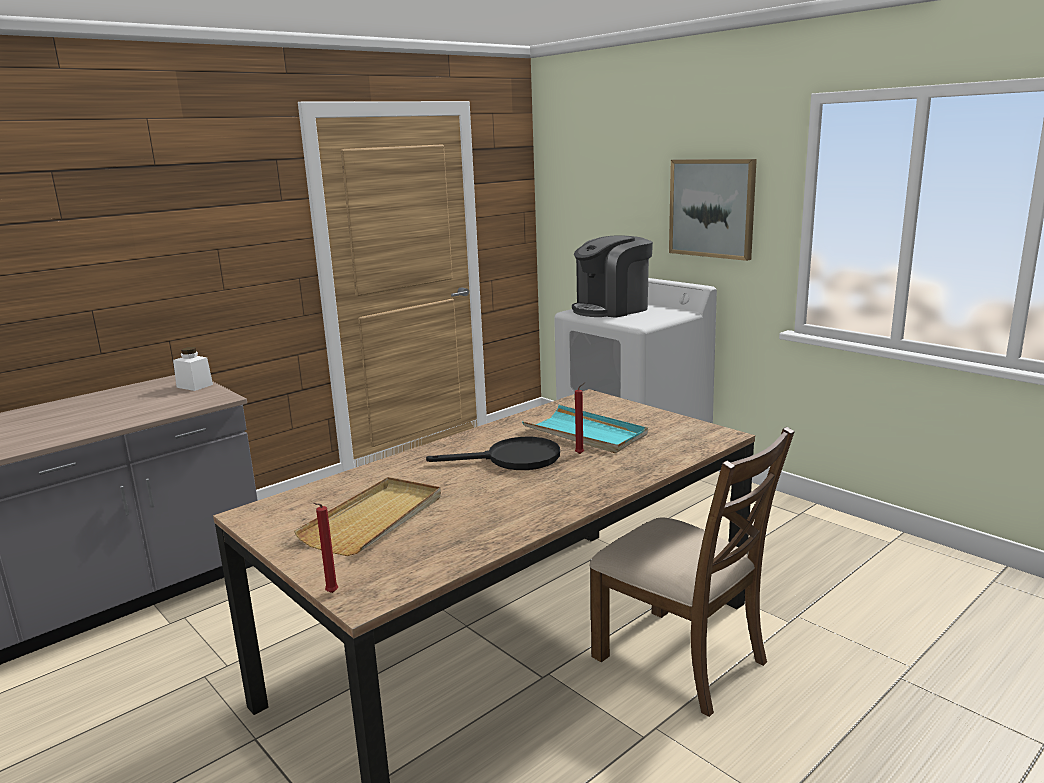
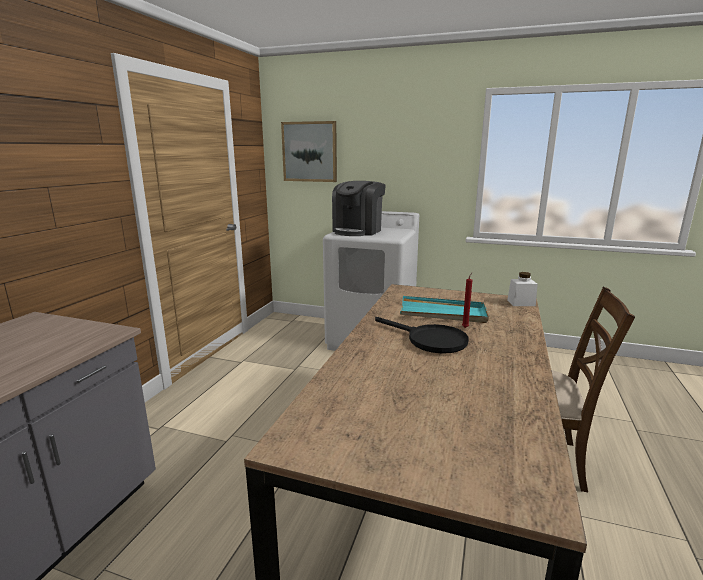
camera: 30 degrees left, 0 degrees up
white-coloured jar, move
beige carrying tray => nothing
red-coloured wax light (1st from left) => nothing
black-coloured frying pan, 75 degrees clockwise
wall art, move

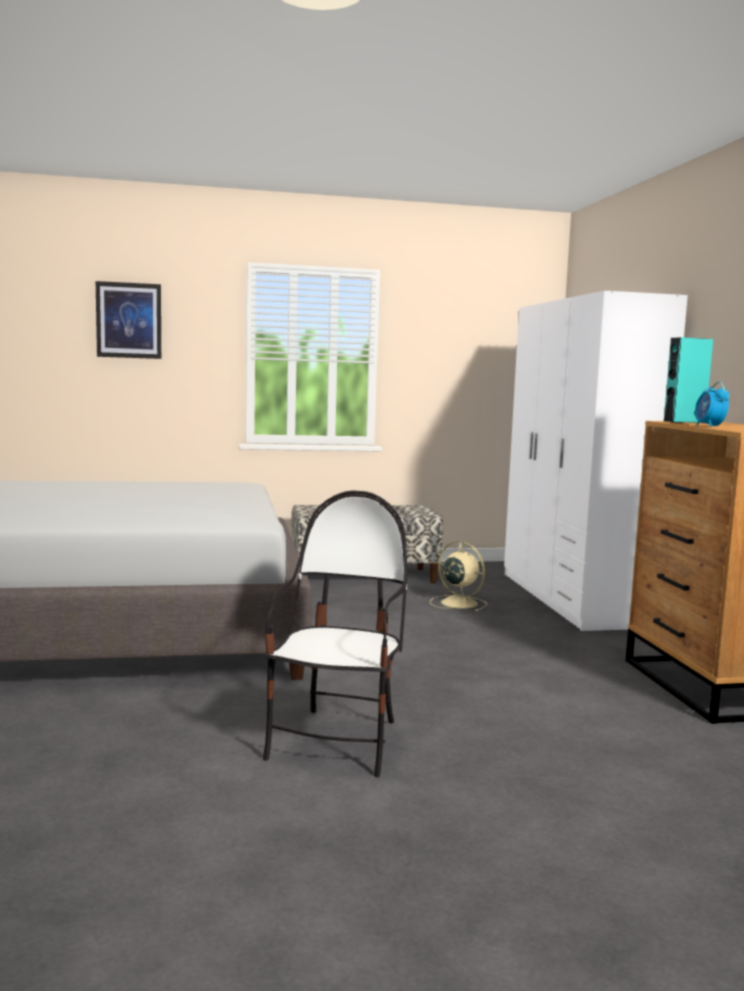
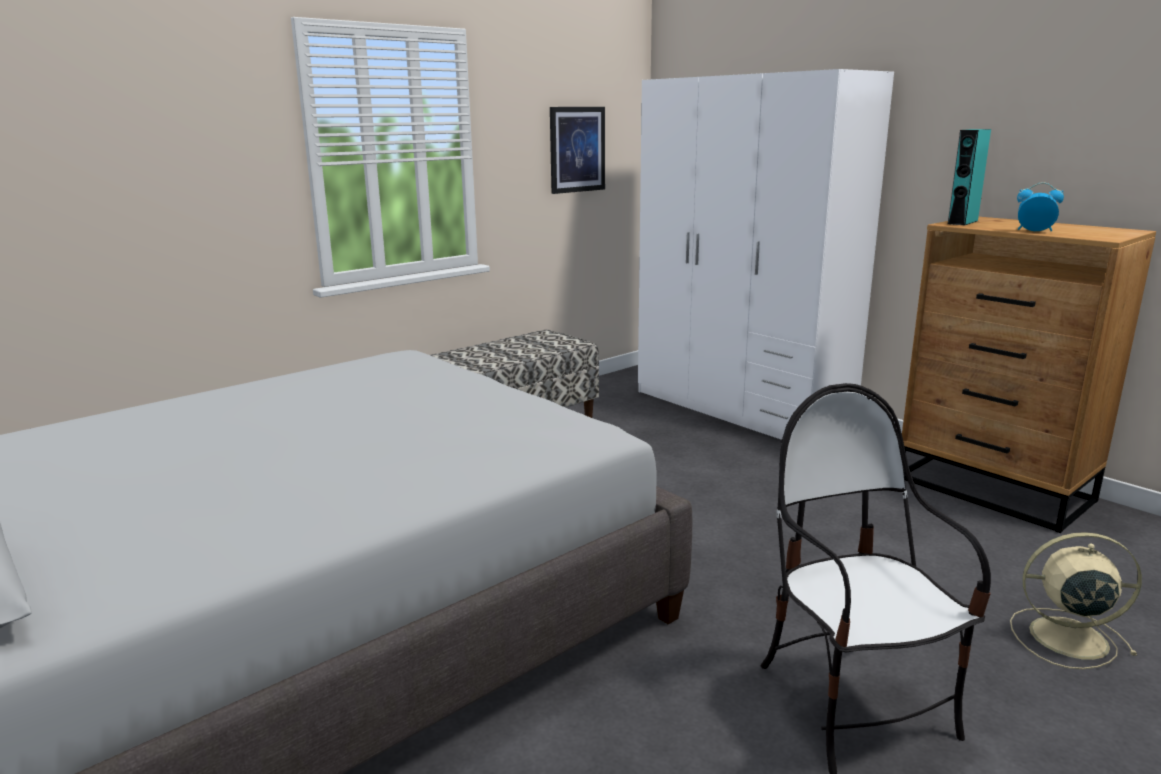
camera: 30 degrees left, 10 degrees up
wall art, move
beige fan, move
table clock, 150 degrees clockwise

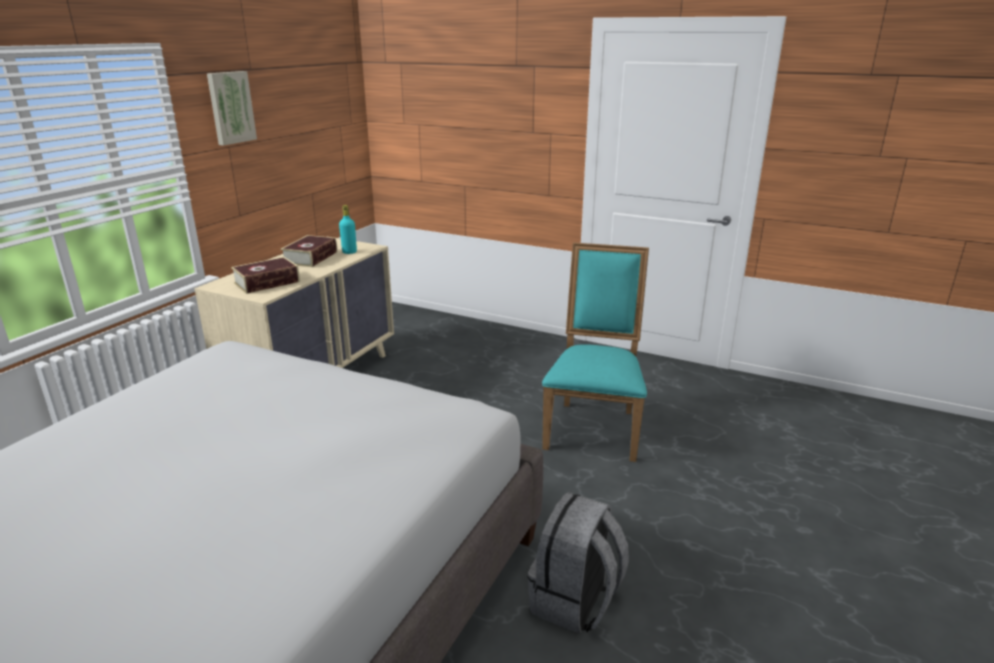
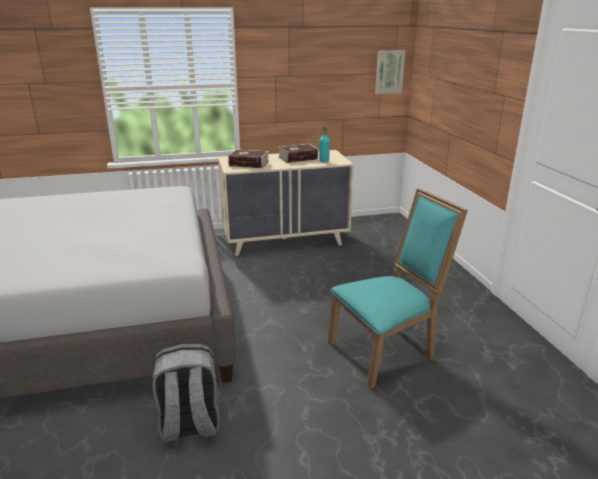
camera: 50 degrees right, 0 degrees up
wall art, move

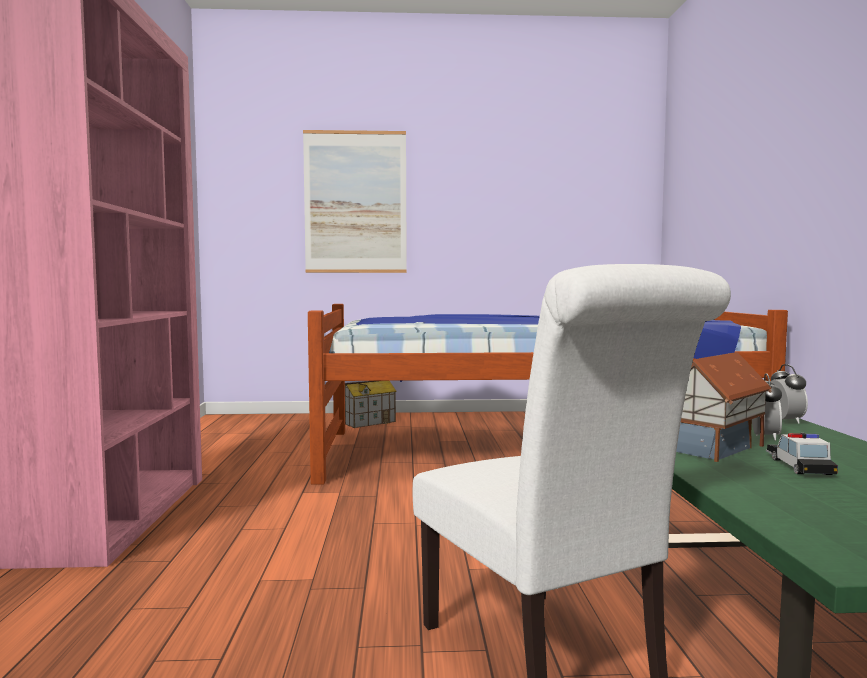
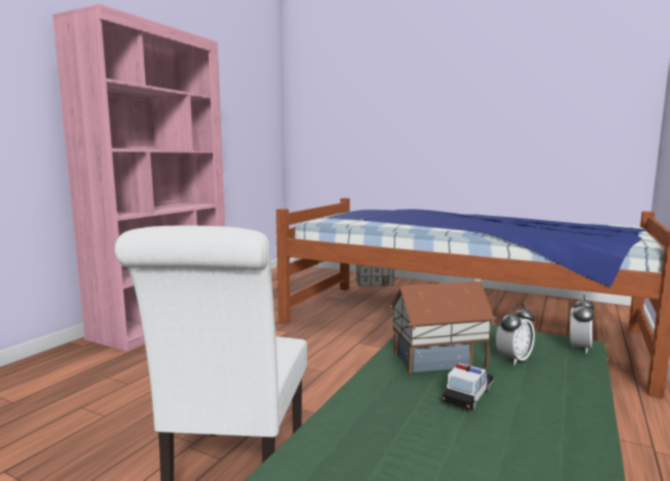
camera: 30 degrees right, 5 degrees up
wall art => nothing

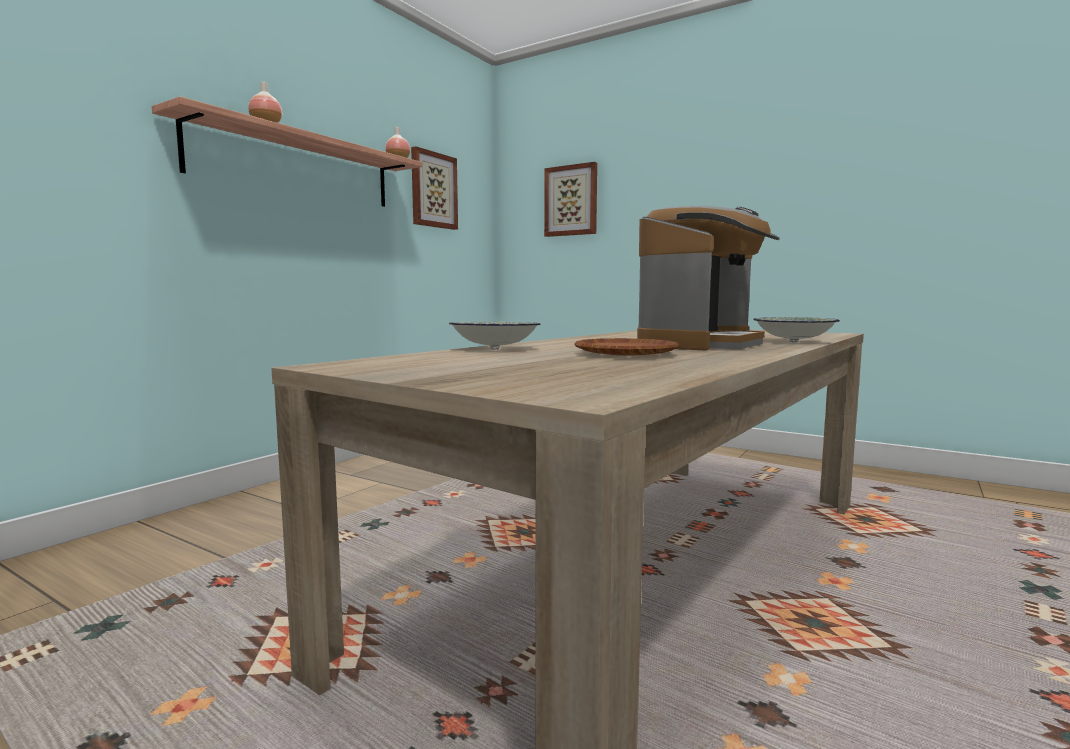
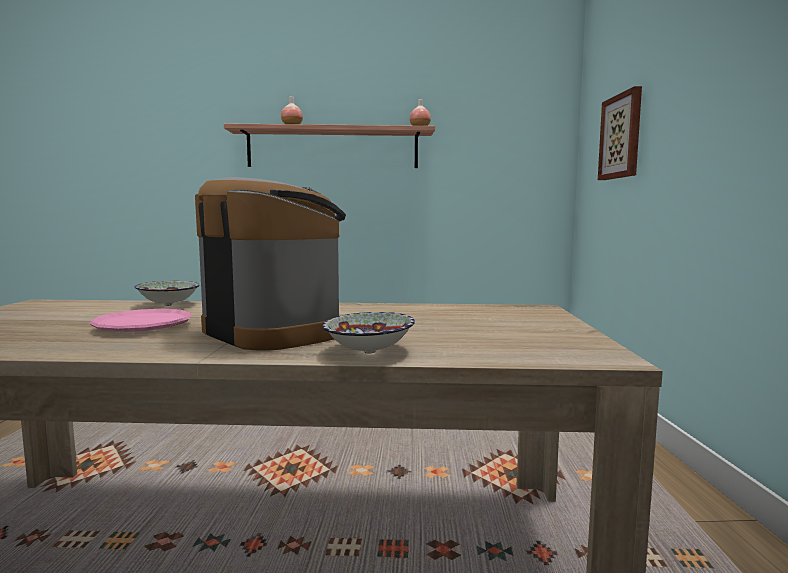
camera: 55 degrees right, 0 degrees up
wall art (1st from left) => nothing
brownish dinner plate => pinkish dinner plate
coffee maker, 135 degrees counterclockwise

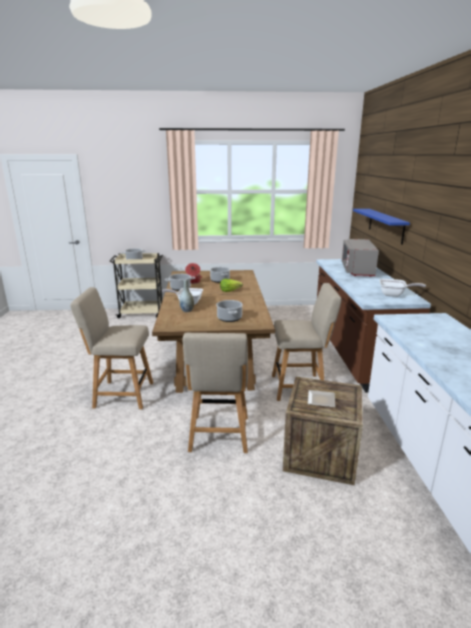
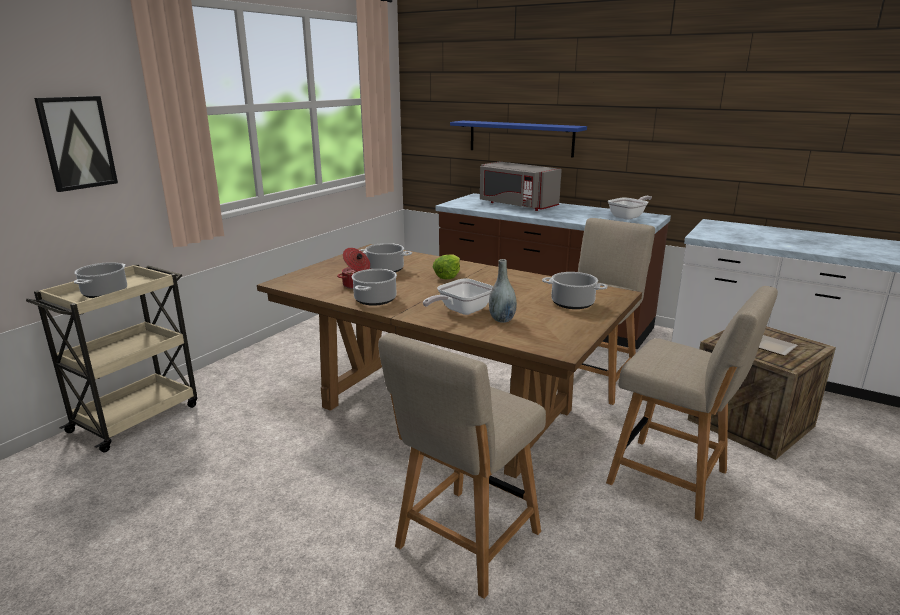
camera: 55 degrees left, 0 degrees up
nothing => wall art

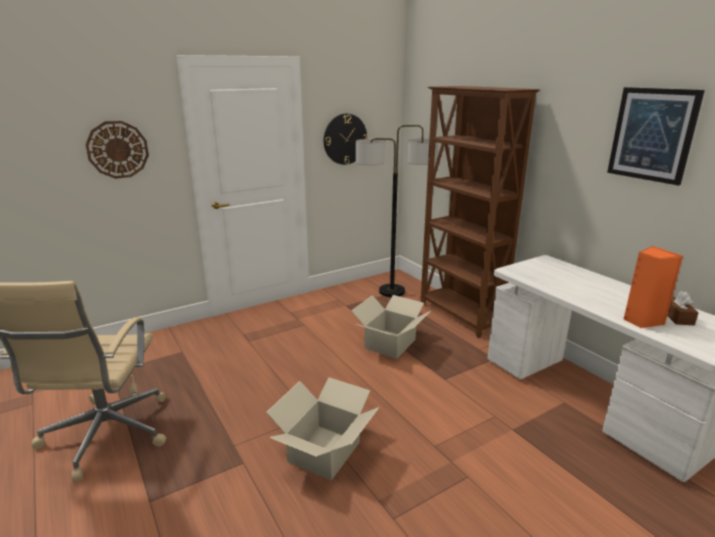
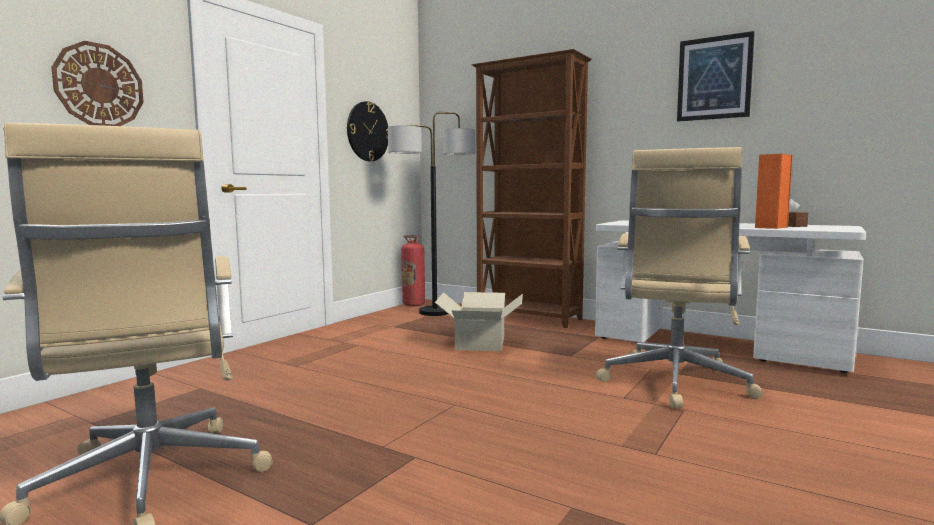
camera: 25 degrees left, 15 degrees down
packing box (1st from left) => nothing
nothing => fire-fighting cylinder
nothing => beige computer chair (2nd from left)

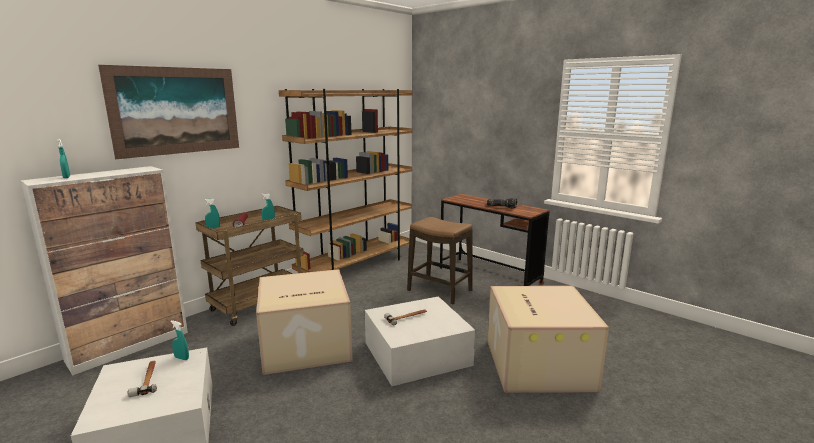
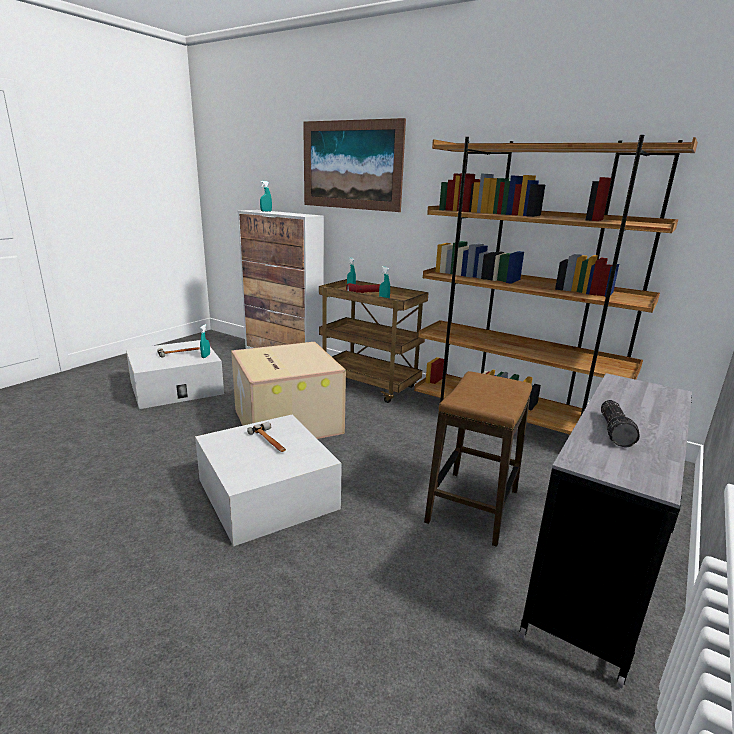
camera: 80 degrees right, 5 degrees up
brownish desk => greyish desk
packing box (2nd from left) => nothing

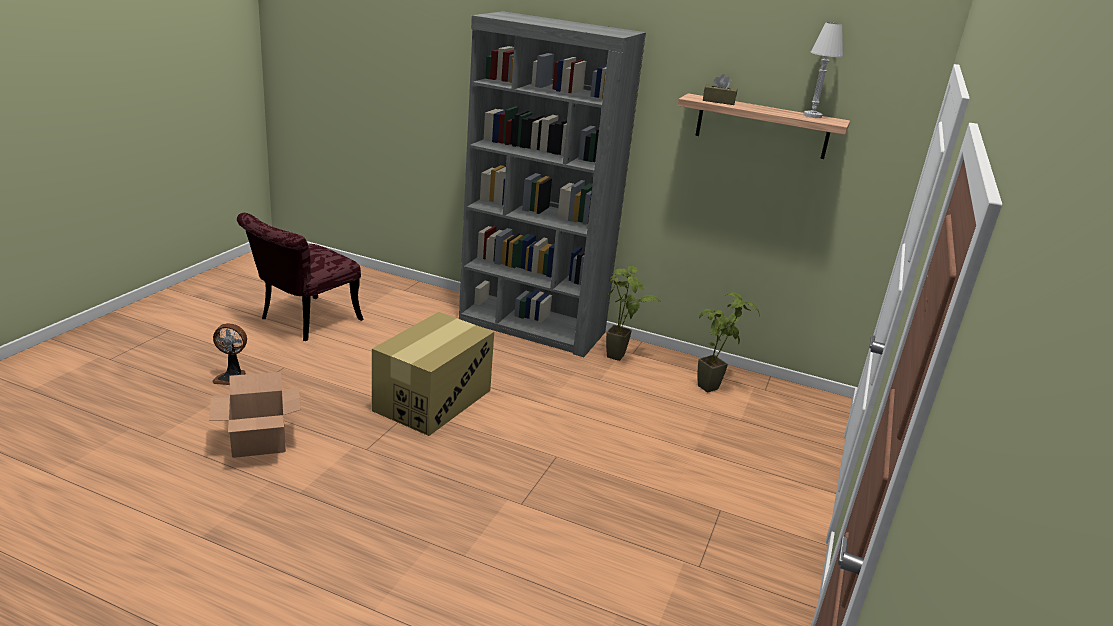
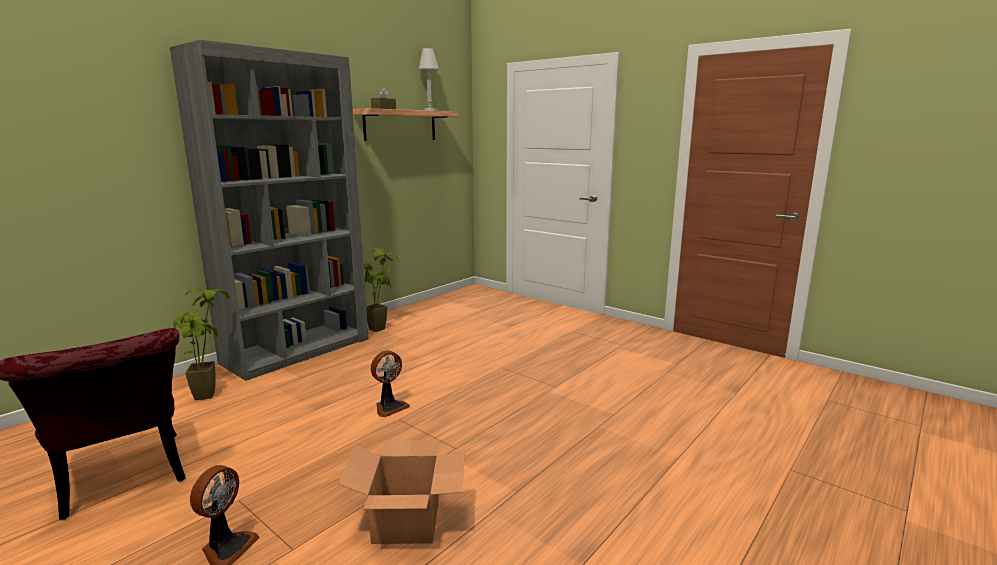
camera: 70 degrees left, 10 degrees down
packing box (2nd from left) => fan (2nd from left)
houseplant (2nd from left in the first image) => houseplant (1st from left), move

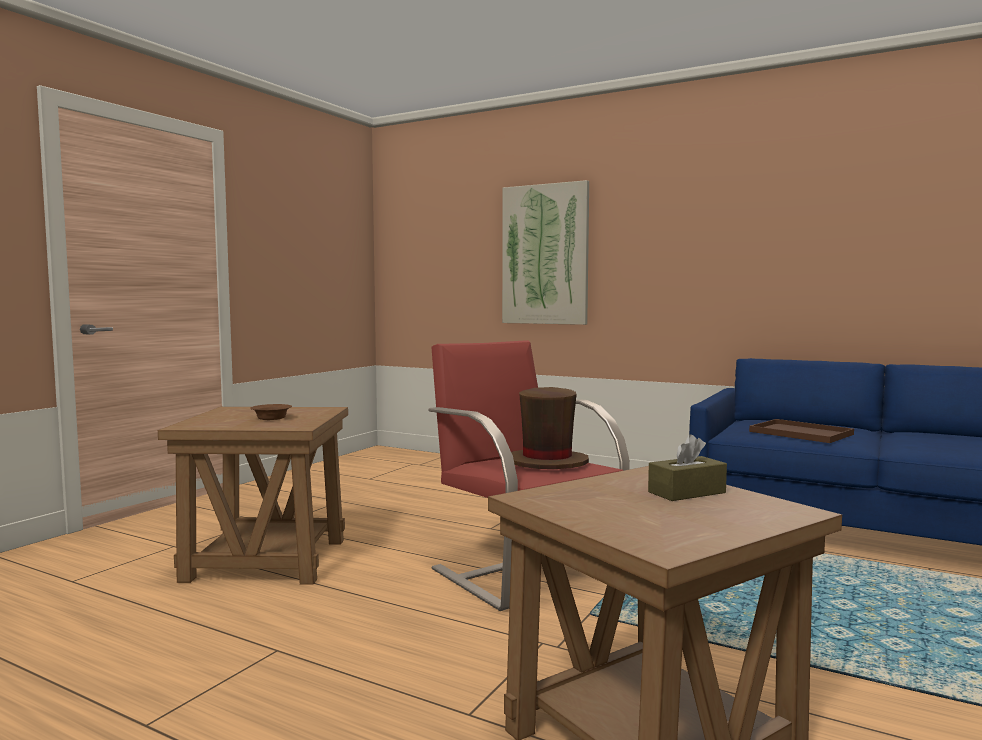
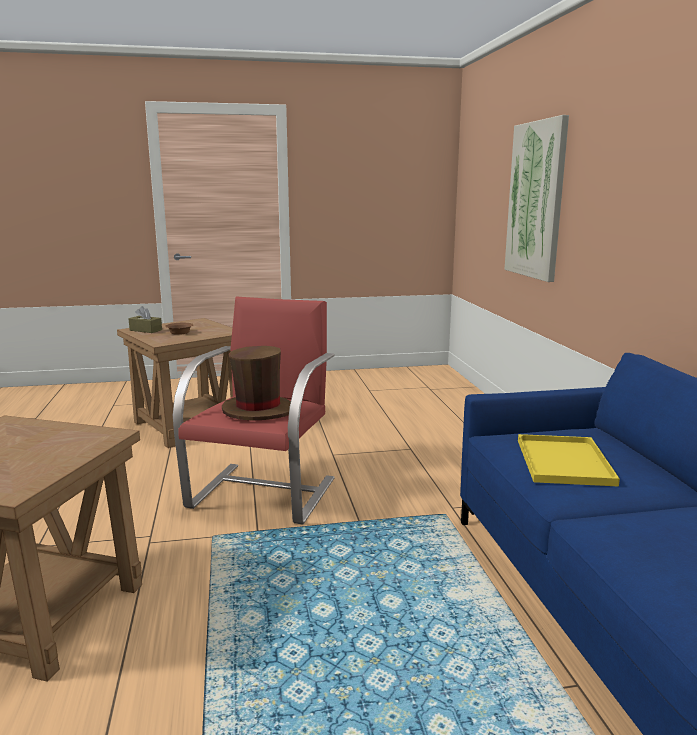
camera: 50 degrees right, 10 degrees up
brownish tissue box, move
brownish carrying tray => yellowish carrying tray

